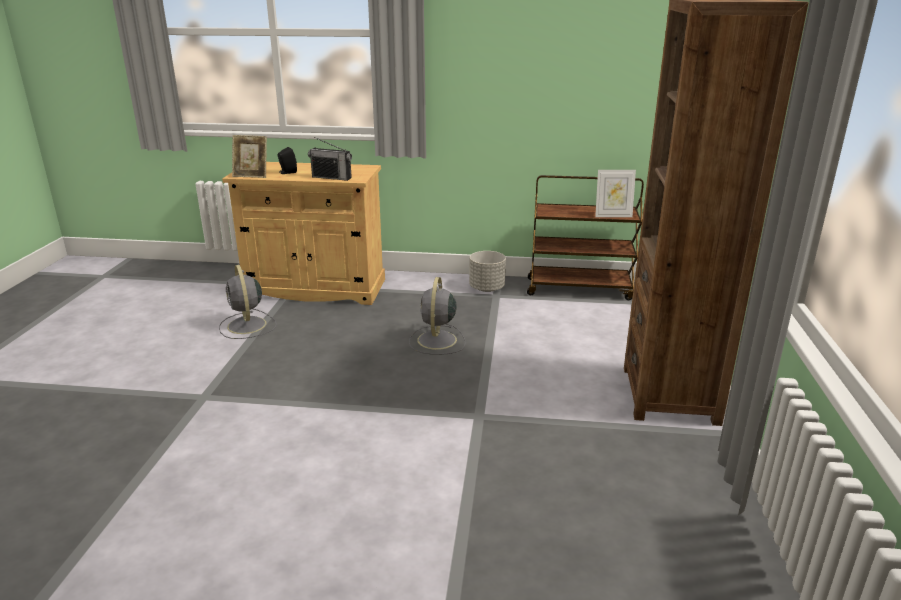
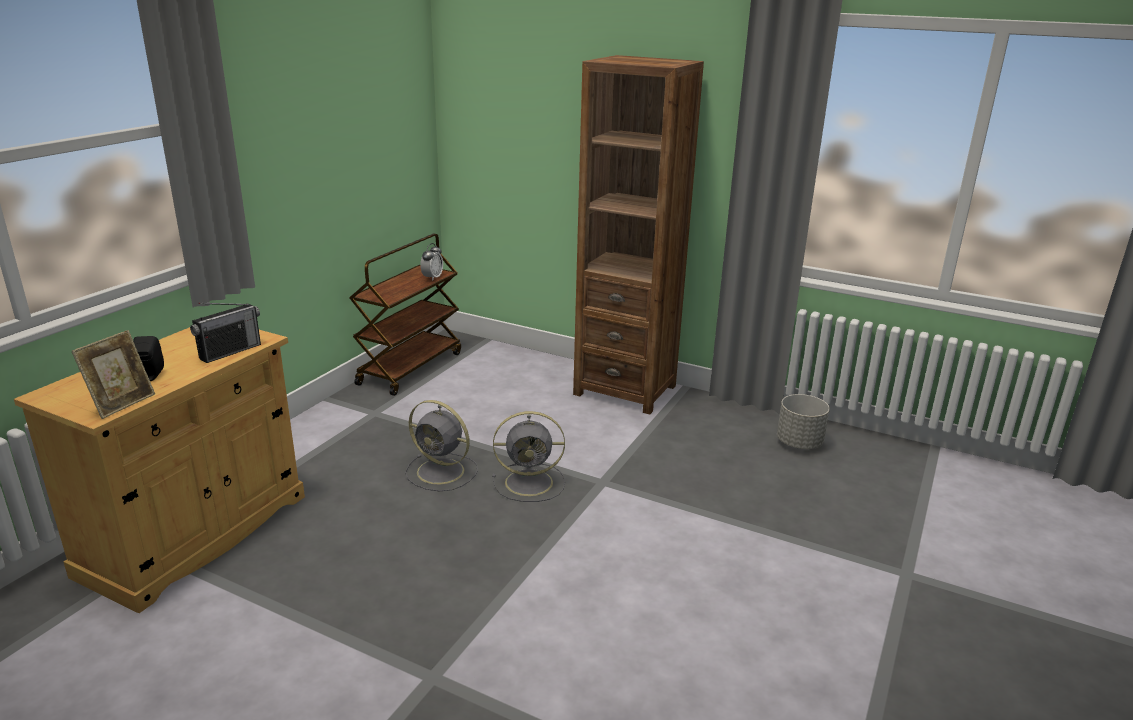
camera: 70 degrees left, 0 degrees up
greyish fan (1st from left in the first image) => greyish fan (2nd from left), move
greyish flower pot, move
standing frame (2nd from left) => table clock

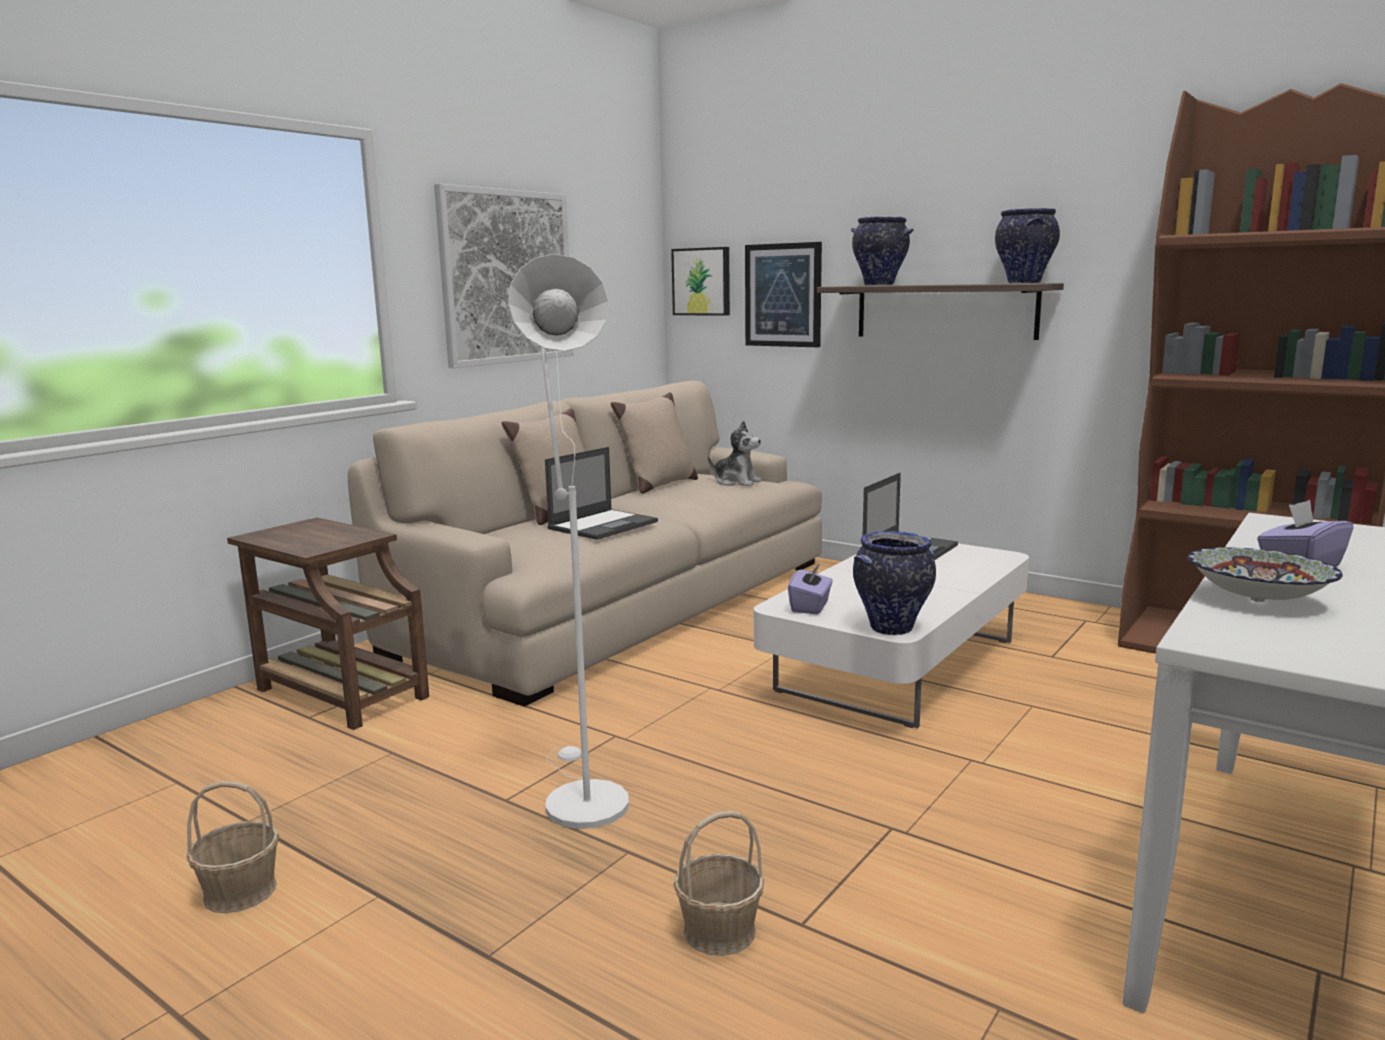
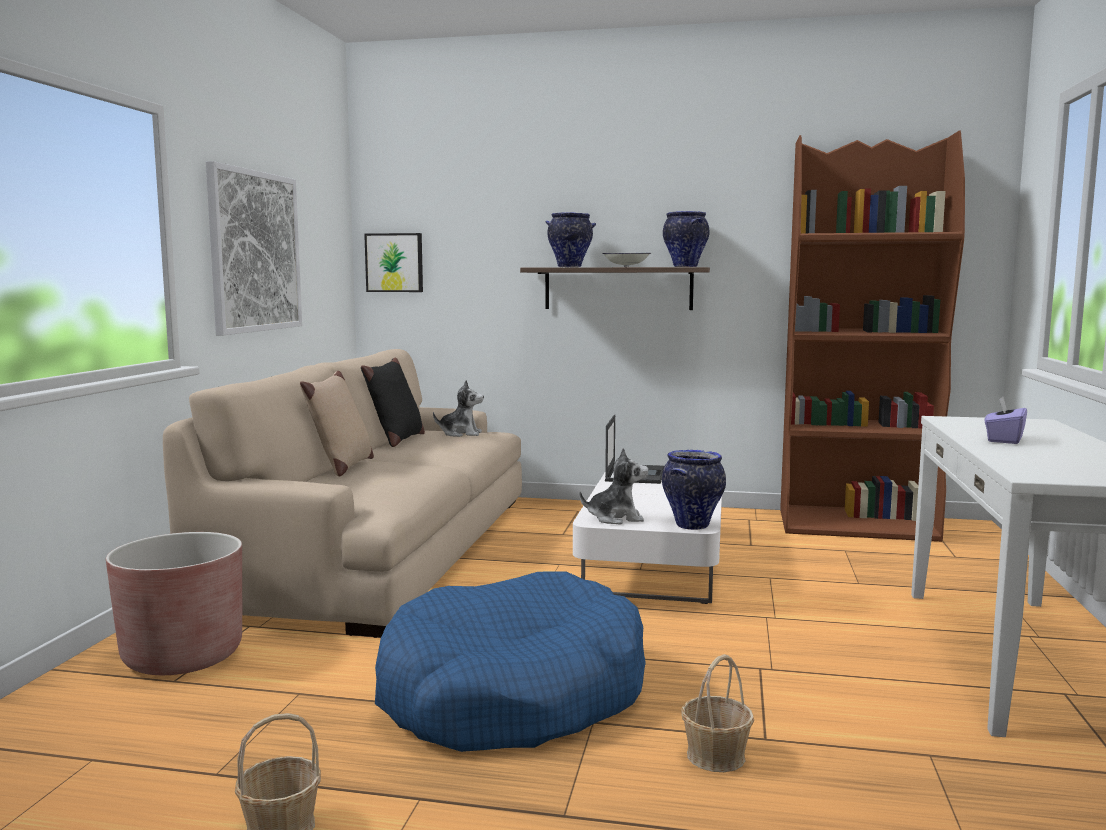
camera: 25 degrees left, 5 degrees down
brownish end table => brownish flower pot
white-coloured standing lamp => bluish dog cushion
portable computer (1st from left) => nothing
beige pillow (2nd from left) => black-coloured pillow
wall art (3rd from left) => nothing
purple tissue box (1st from left) => plush toy (2nd from left)
serving bowl, move

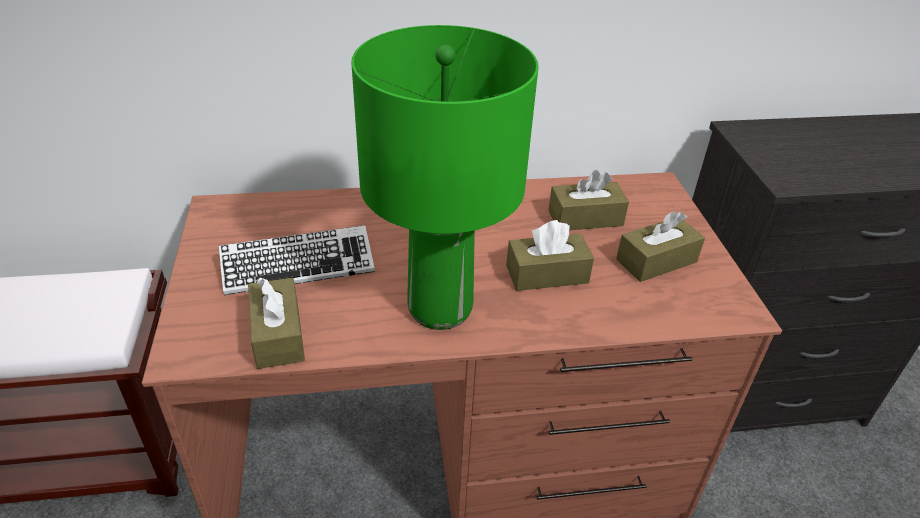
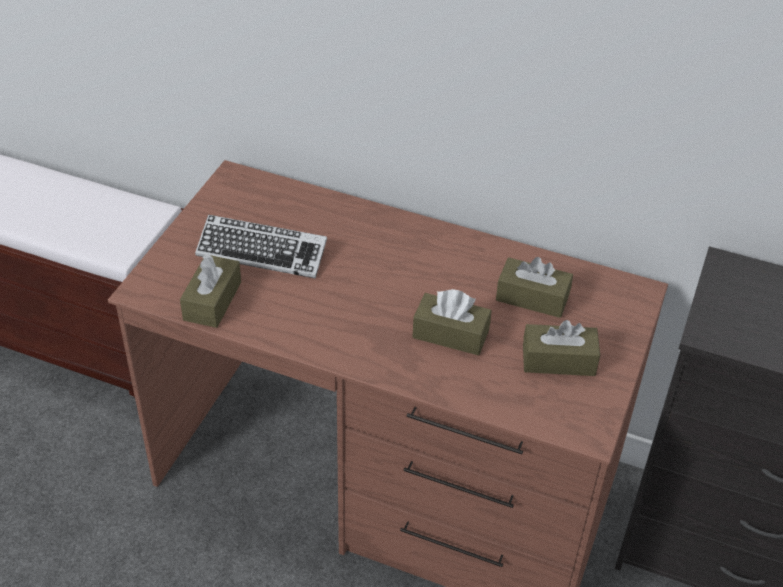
camera: 30 degrees right, 5 degrees up
greenish table lamp => nothing

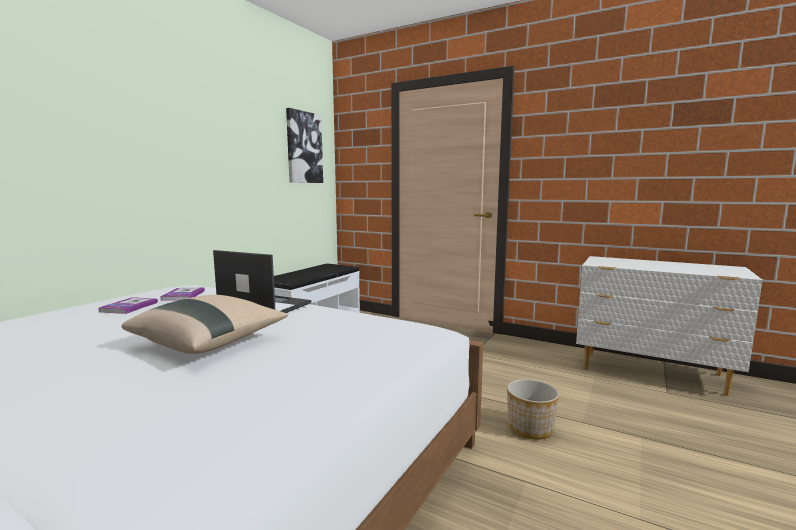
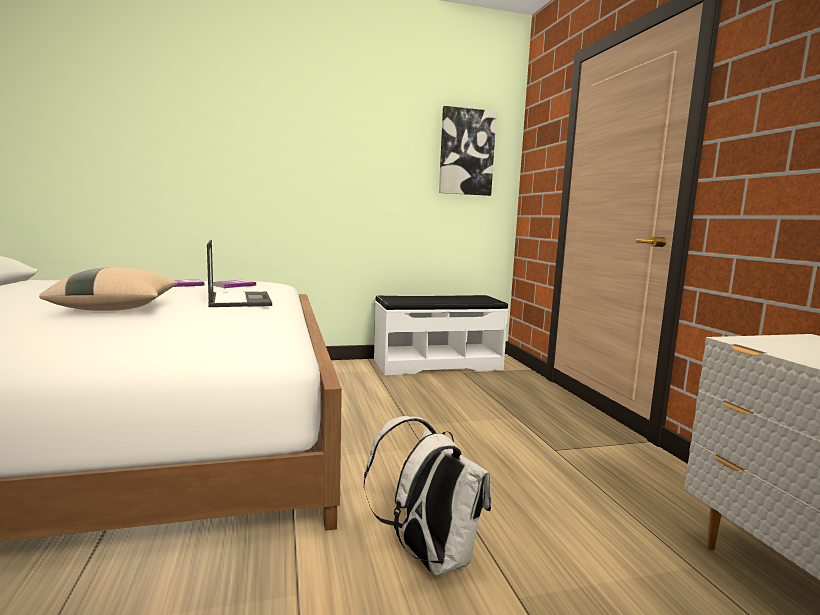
camera: 45 degrees right, 0 degrees up
flower pot => white-coloured backpack

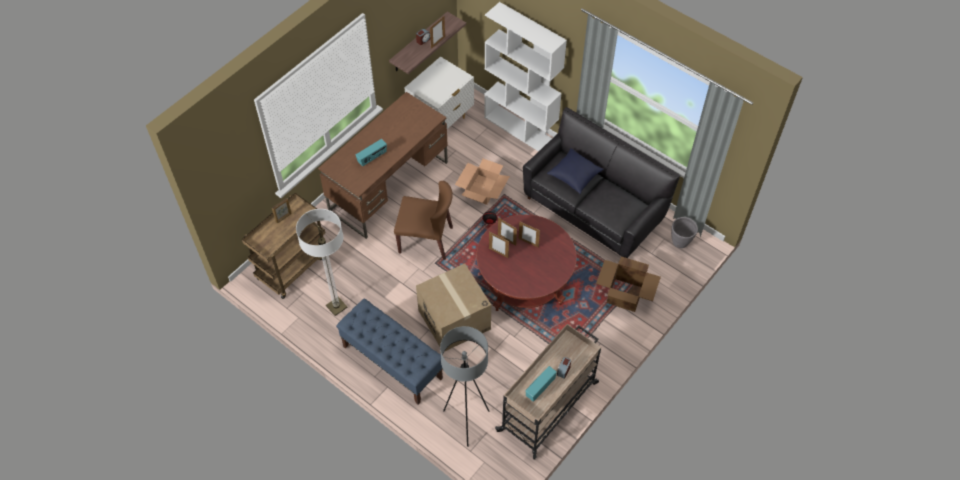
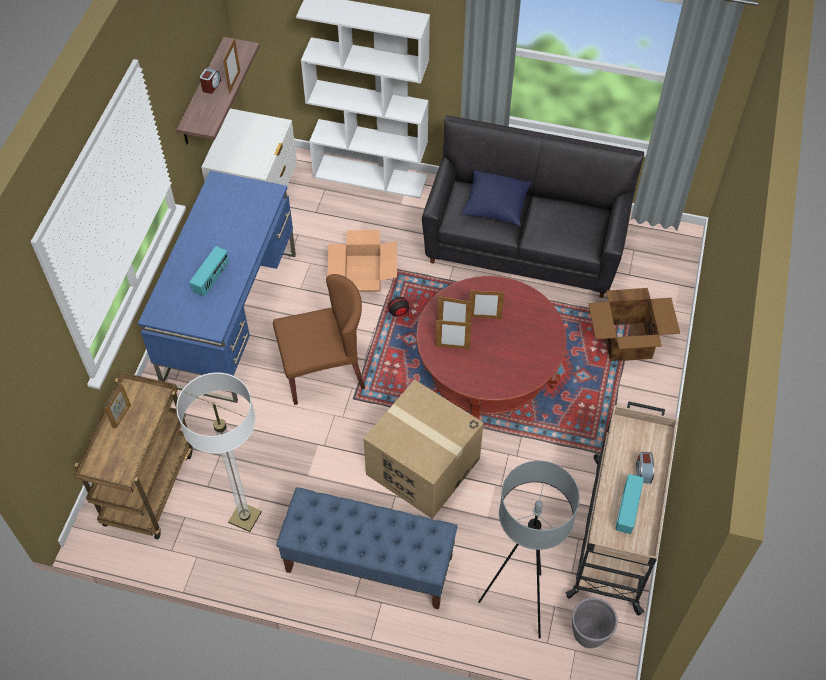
camera: 25 degrees left, 0 degrees up
brownish desk => bluish desk
greyish flower pot, move

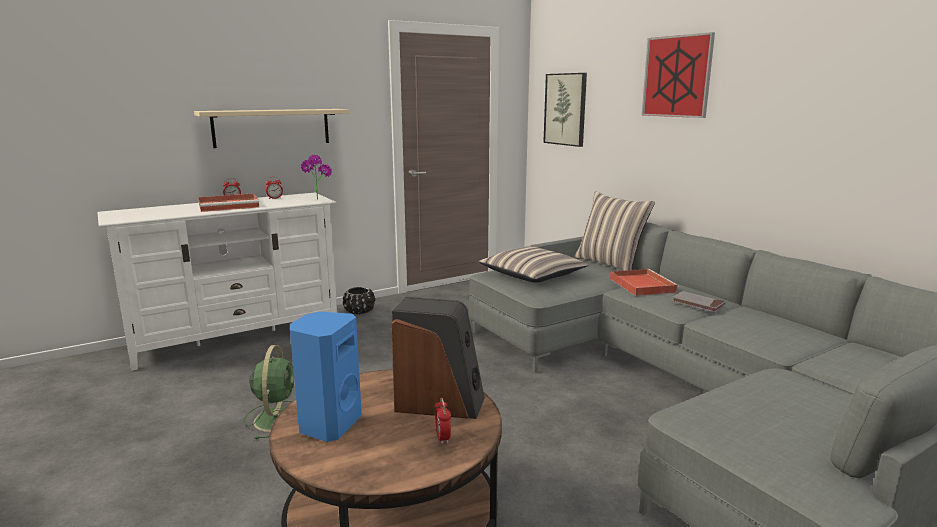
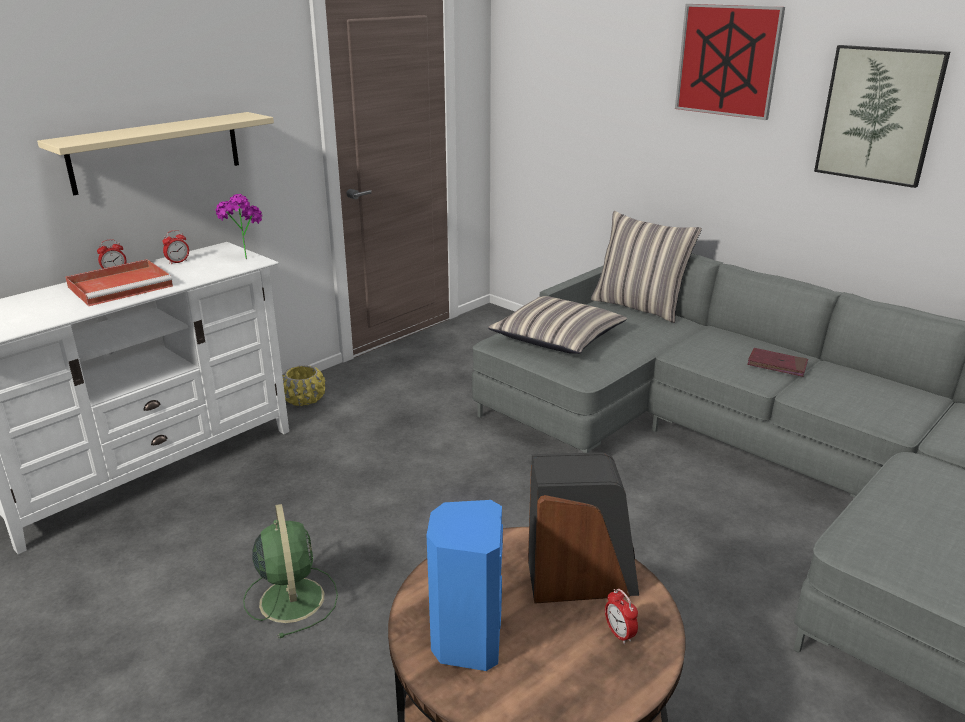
camera: 15 degrees left, 10 degrees up
black-coloured flower pot => yellowish flower pot
wall art (1st from left in the first image) => wall art (2nd from left), move
red-coloured carrying tray (2nd from left) => nothing
greyish bound book => red-coloured bound book

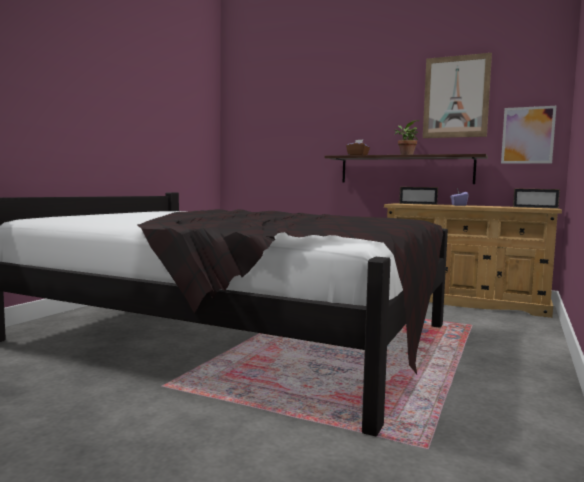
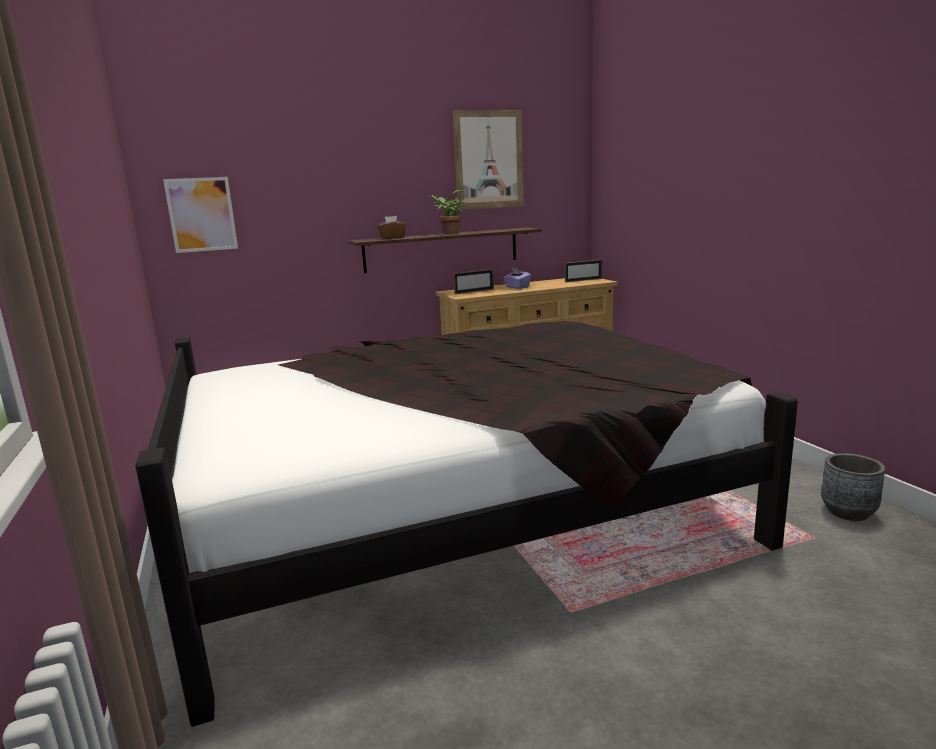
camera: 45 degrees left, 10 degrees up
wall art (2nd from left in the first image) => wall art (1st from left), move
nothing => greyish flower pot

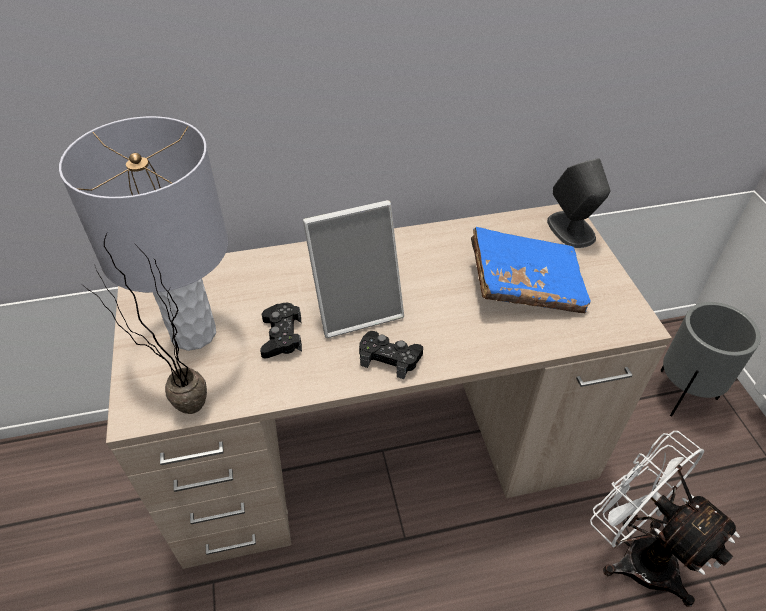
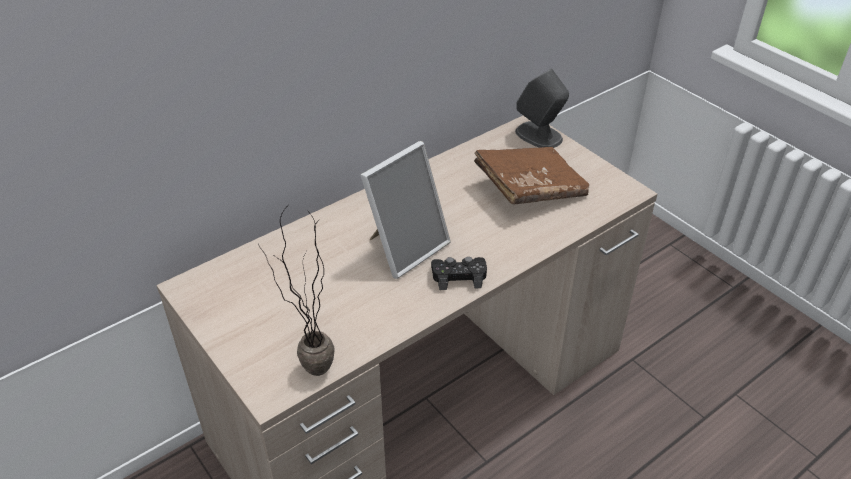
camera: 25 degrees left, 5 degrees down
greyish table lamp => nothing
black-coloured gamepad (1st from left) => nothing
bluish bound book => brownish bound book
white-coloured fan => nothing
greyish flower pot => nothing

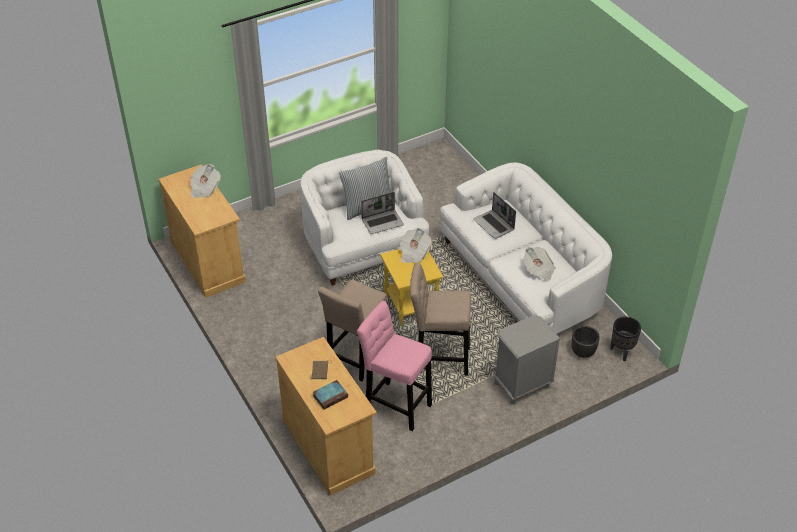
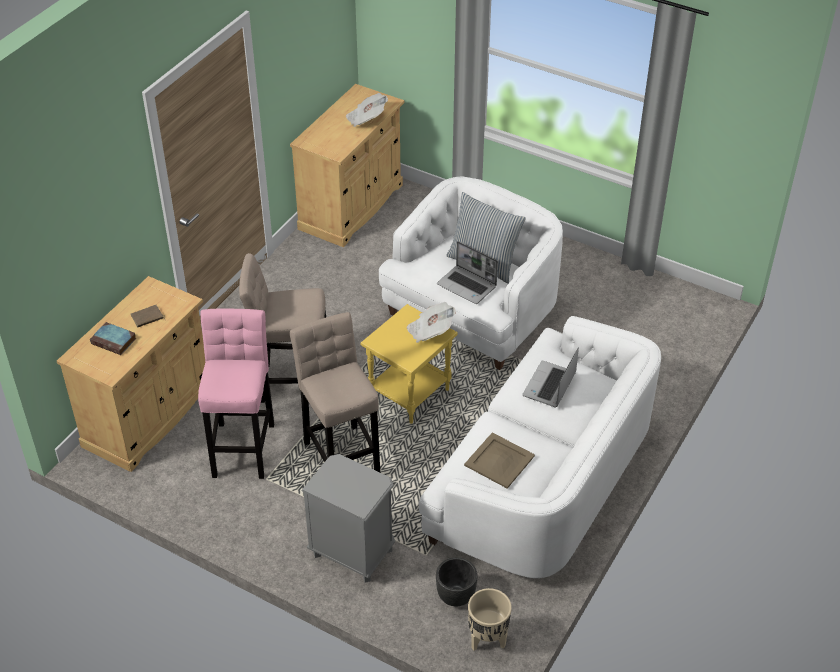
camera: 60 degrees right, 0 degrees up
daily paper (3rd from left) => beige carrying tray
black-coloured flower pot (2nd from left) => beige flower pot

